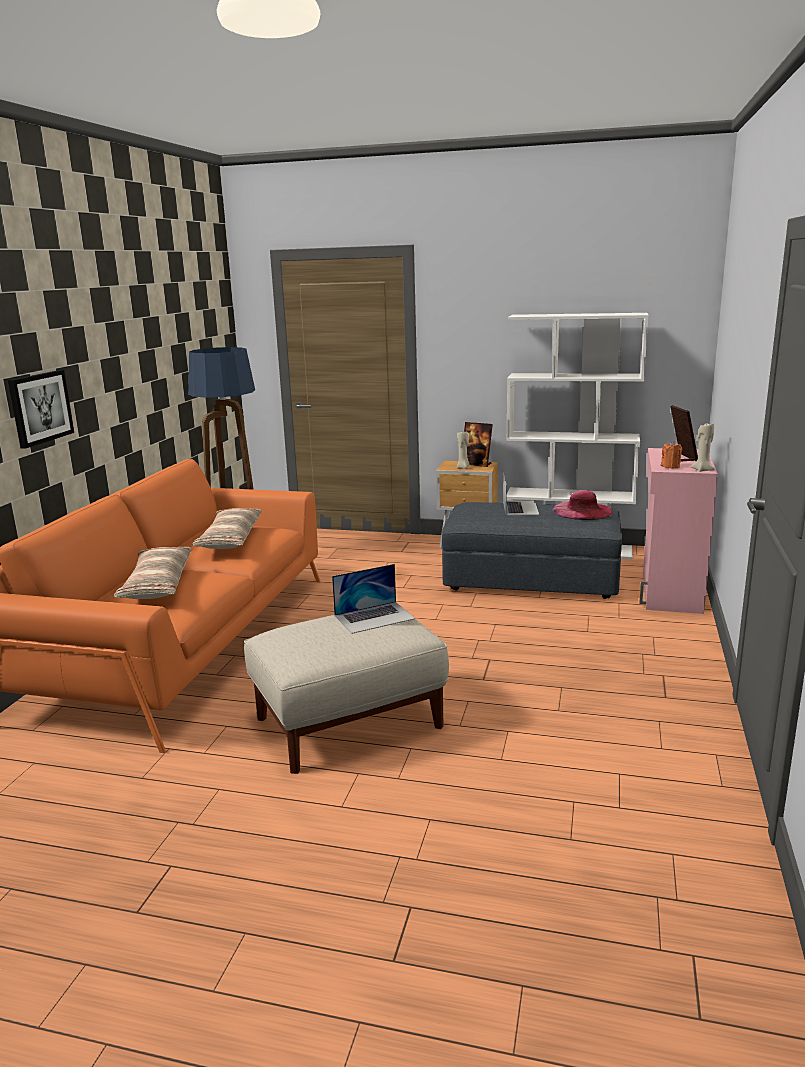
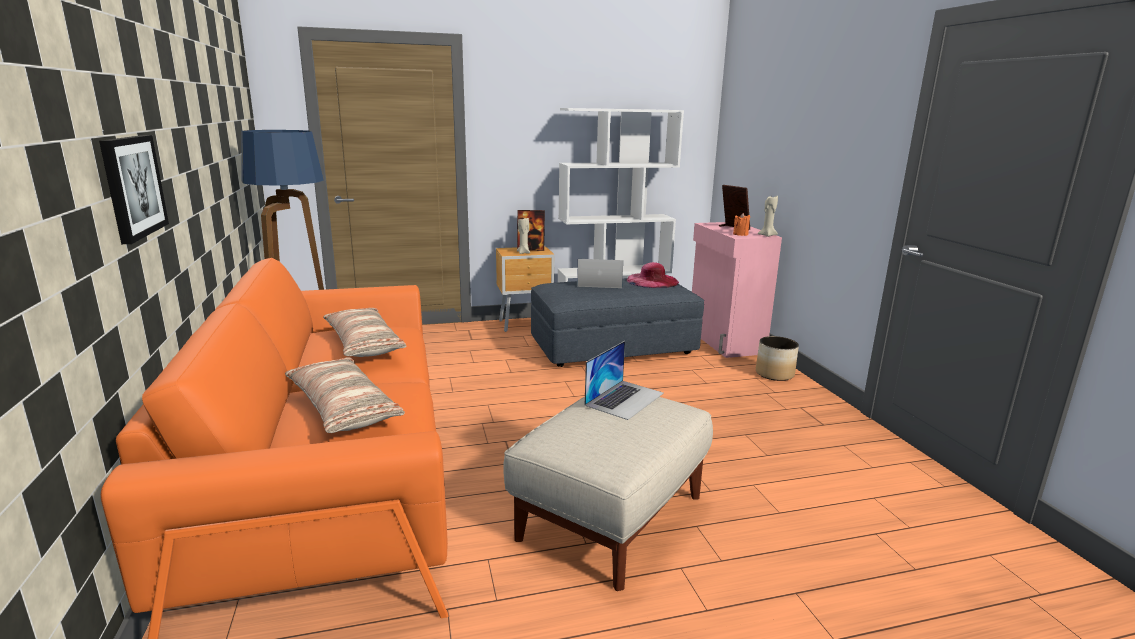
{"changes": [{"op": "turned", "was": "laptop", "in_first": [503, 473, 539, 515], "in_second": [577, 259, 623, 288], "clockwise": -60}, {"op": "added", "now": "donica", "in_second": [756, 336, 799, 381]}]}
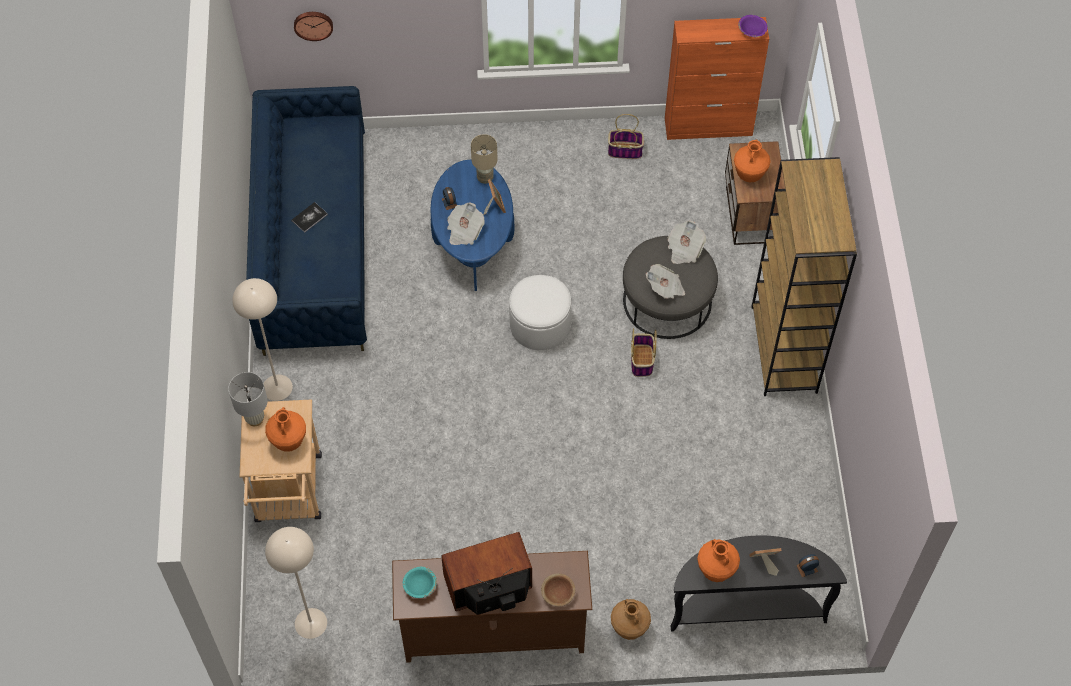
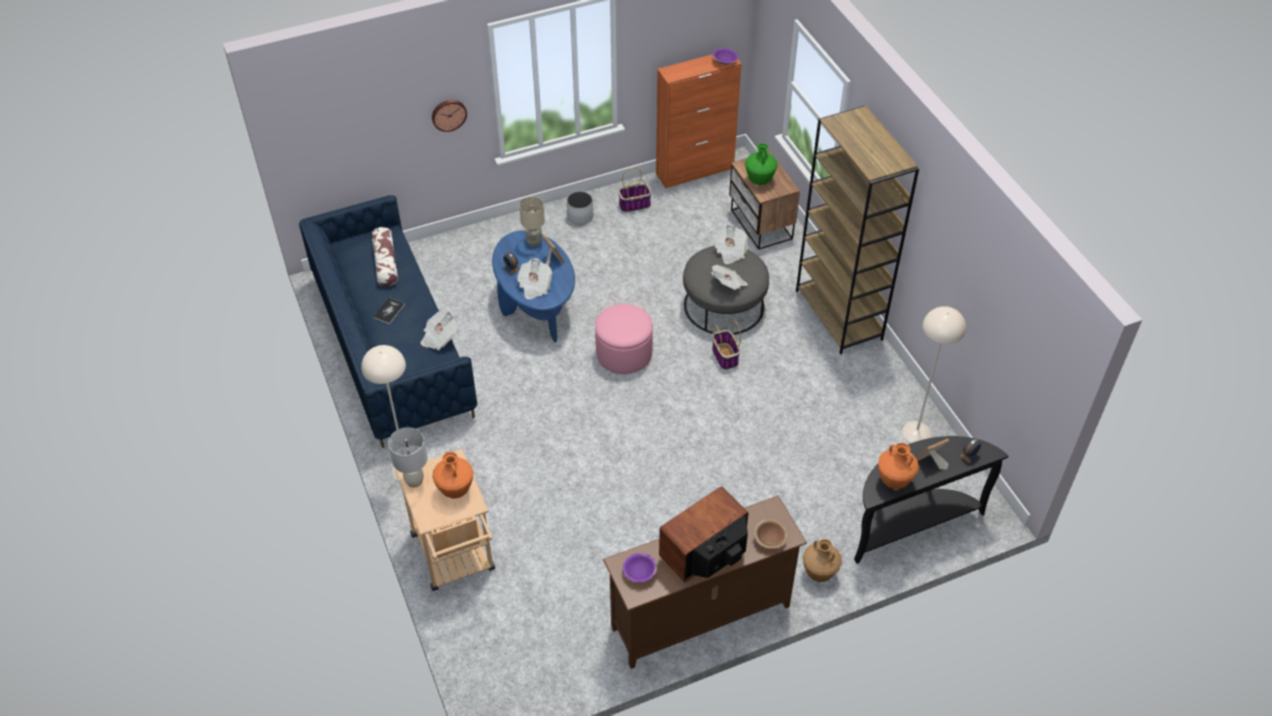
{"changes": [{"op": "added", "now": "poduszka", "in_second": [372, 227, 398, 286]}, {"op": "added", "now": "gazeta", "in_second": [421, 311, 457, 350]}, {"op": "moved", "was": "zegar ścienny", "in_first": [294, 12, 333, 41], "in_second": [432, 100, 467, 132]}, {"op": "added", "now": "donica [biały]", "in_second": [567, 191, 593, 225]}, {"op": "recoloured", "was": "pufa [biały]", "now": "pufa [różowy]", "in_first": [509, 275, 571, 350], "in_second": [595, 304, 653, 374]}, {"op": "recoloured", "was": "miska [turkusowy]", "now": "miska [fioletowy]", "in_first": [403, 567, 437, 598], "in_second": [623, 553, 657, 582]}, {"op": "recoloured", "was": "wazon [pomarańczowy]", "now": "wazon [zielony]", "in_first": [734, 140, 771, 183], "in_second": [745, 143, 778, 185]}, {"op": "moved", "was": "lampa stojąca [beżowy]", "in_first": [265, 527, 327, 639], "in_second": [902, 306, 966, 443]}]}
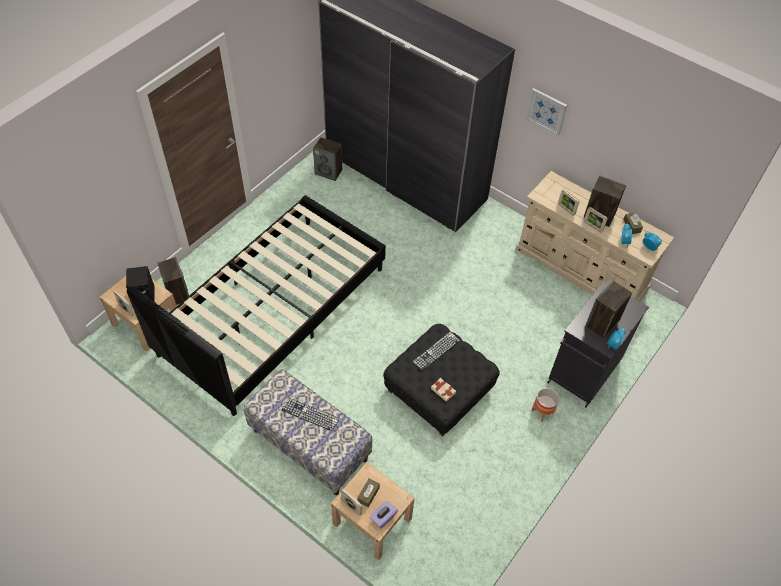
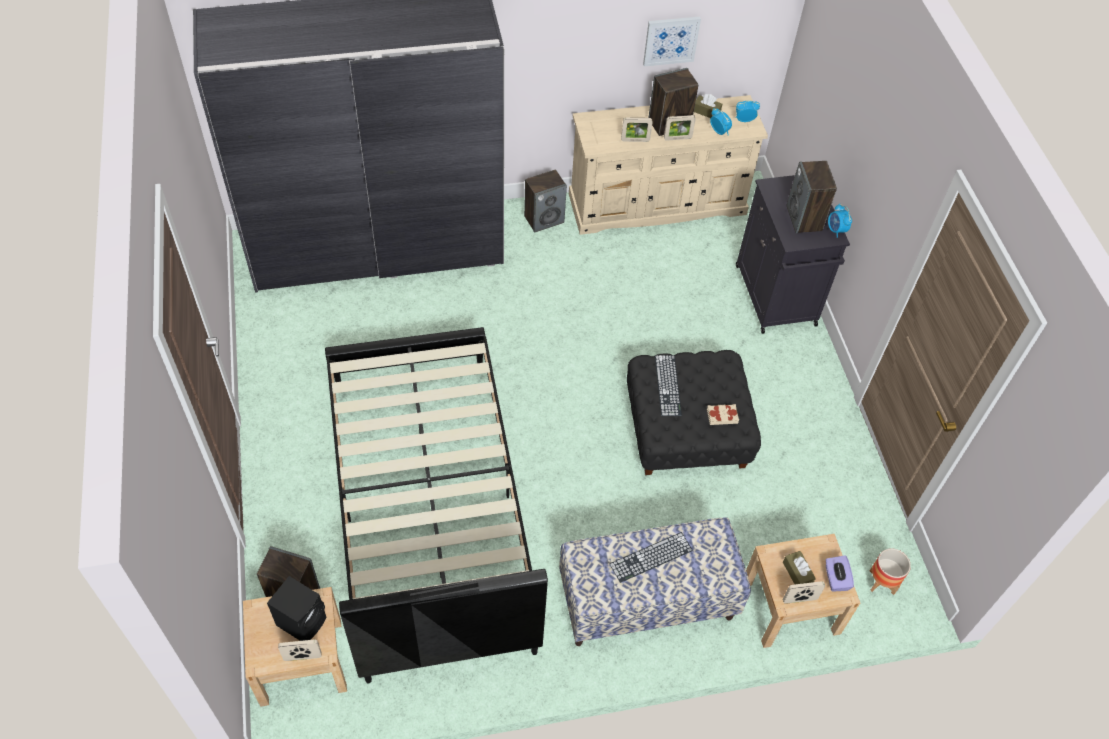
{"changes": [{"op": "moved", "was": "głośnik", "in_first": [313, 137, 342, 181], "in_second": [524, 169, 567, 233]}, {"op": "moved", "was": "obraz", "in_first": [526, 88, 567, 136], "in_second": [643, 17, 701, 67]}, {"op": "moved", "was": "donica", "in_first": [532, 388, 559, 422], "in_second": [870, 548, 911, 595]}]}
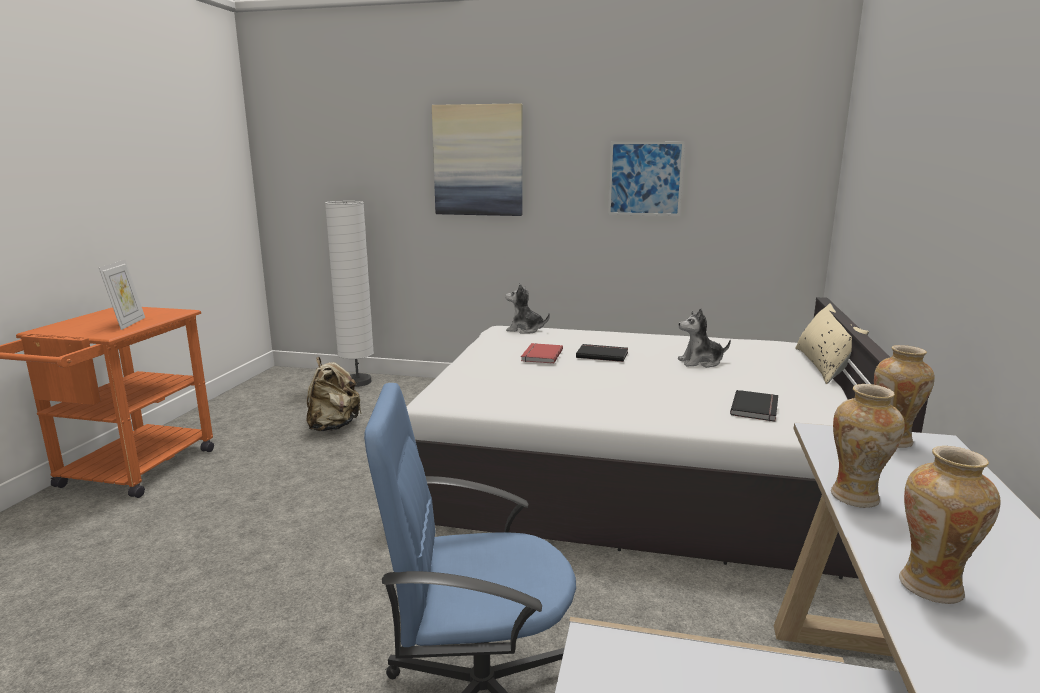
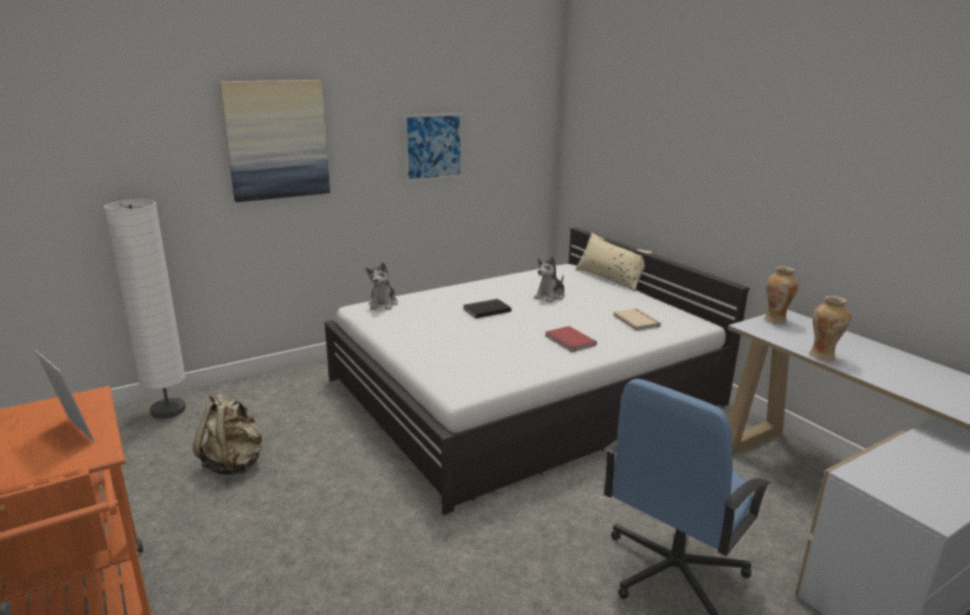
{"changes": [{"op": "turned", "was": "pluszak", "in_first": [506, 283, 550, 334], "in_second": [366, 262, 398, 310], "clockwise": -60}, {"op": "moved", "was": "książka [czerwony]", "in_first": [521, 343, 563, 364], "in_second": [545, 326, 597, 352]}, {"op": "recoloured", "was": "książka [czarny]", "now": "książka [beżowy]", "in_first": [730, 390, 778, 422], "in_second": [613, 308, 661, 331]}, {"op": "removed", "was": "wazon", "in_first": [899, 446, 1000, 604]}]}
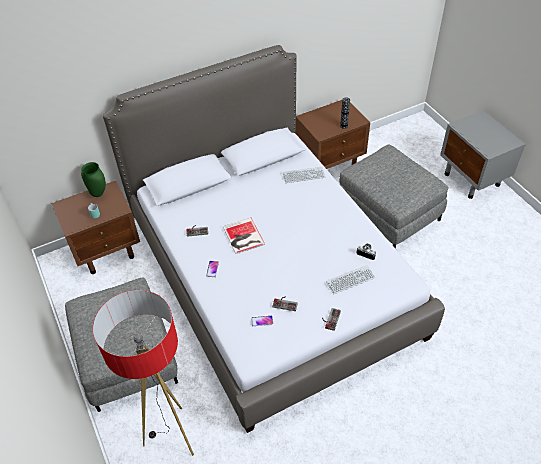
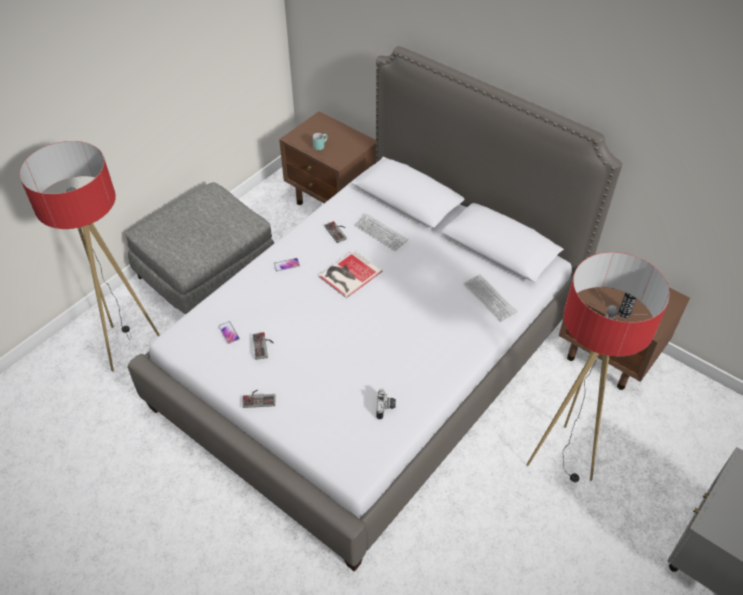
{"changes": [{"op": "moved", "was": "klawiatura", "in_first": [326, 265, 375, 294], "in_second": [354, 214, 408, 251]}, {"op": "replaced", "was": "pufa [szary]", "now": "lampa stojąca", "in_first": [339, 144, 449, 249], "in_second": [526, 252, 670, 482]}, {"op": "removed", "was": "wazon [zielony]", "in_first": [81, 162, 106, 197]}]}
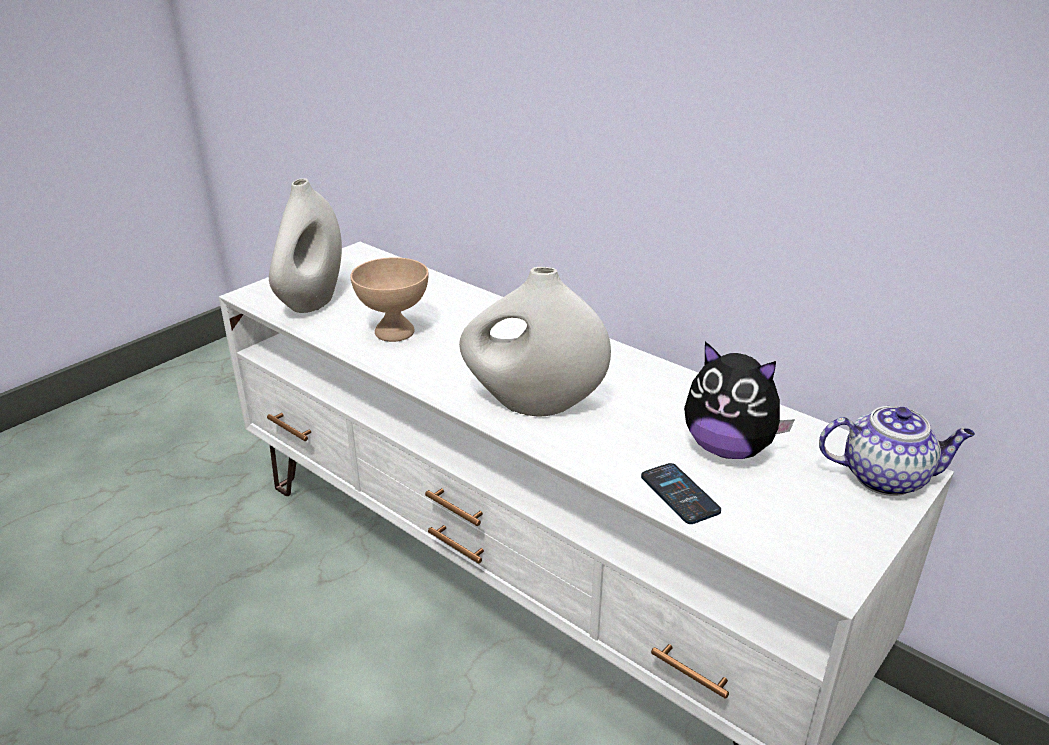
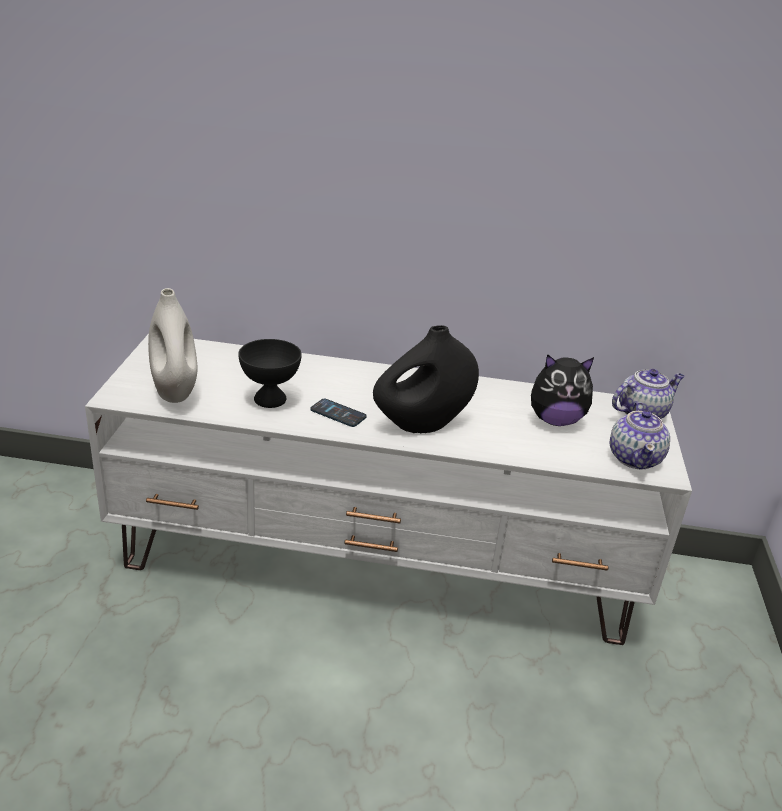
{"changes": [{"op": "recoloured", "was": "miska [beżowy]", "now": "miska [czarny]", "in_first": [350, 257, 429, 342], "in_second": [238, 339, 302, 408]}, {"op": "moved", "was": "telefon", "in_first": [641, 463, 721, 524], "in_second": [310, 399, 367, 427]}, {"op": "recoloured", "was": "wazon [biały]", "now": "wazon [czarny]", "in_first": [459, 267, 611, 417], "in_second": [373, 325, 479, 434]}, {"op": "added", "now": "imbryk", "in_second": [610, 402, 670, 469]}]}
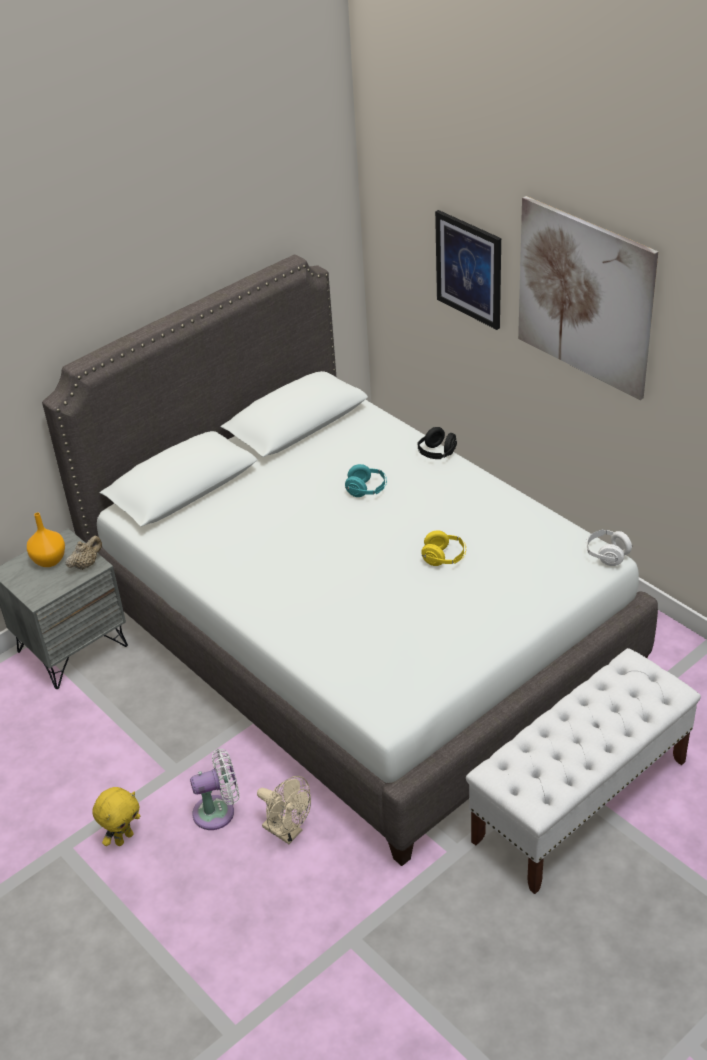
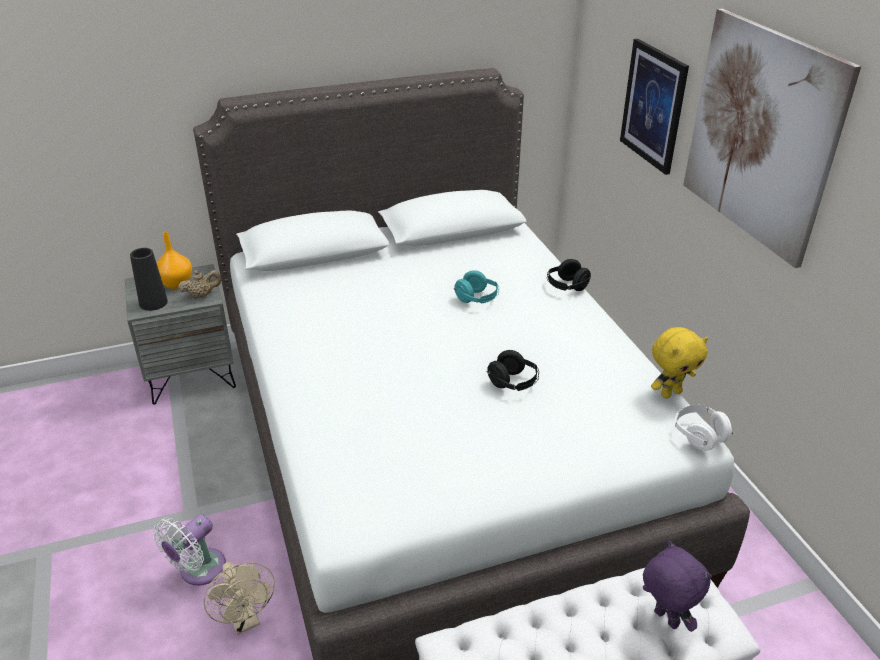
{"changes": [{"op": "added", "now": "wazon [czarny]", "in_second": [130, 248, 168, 311]}, {"op": "turned", "was": "wentylator [biały]", "in_first": [190, 749, 240, 830], "in_second": [153, 514, 226, 586], "clockwise": 120}, {"op": "recoloured", "was": "słuchawki [żółty]", "now": "słuchawki [czarny]", "in_first": [421, 531, 466, 566], "in_second": [486, 350, 539, 391]}, {"op": "added", "now": "pluszak [fioletowy]", "in_second": [643, 540, 712, 632]}, {"op": "moved", "was": "pluszak [żółty]", "in_first": [92, 787, 140, 846], "in_second": [651, 327, 708, 398]}]}
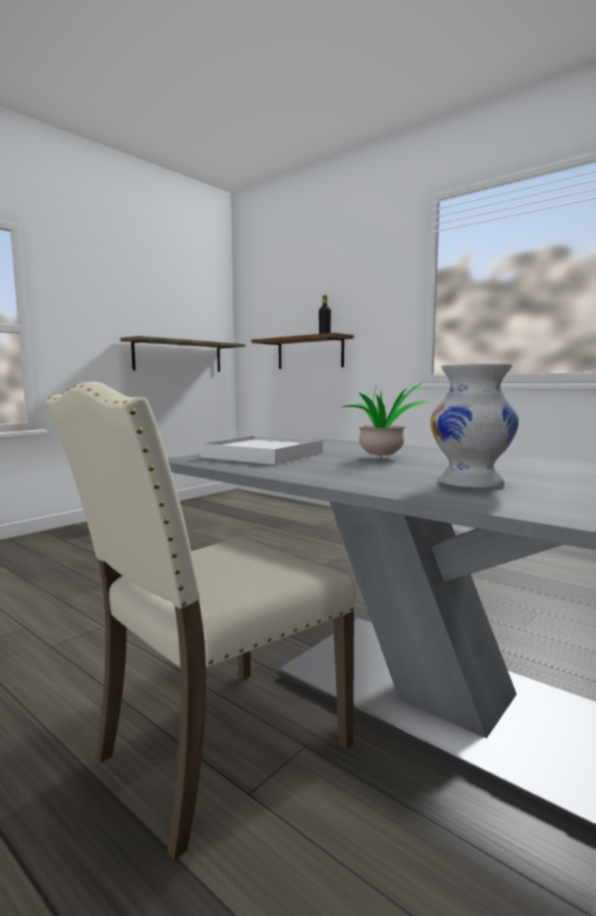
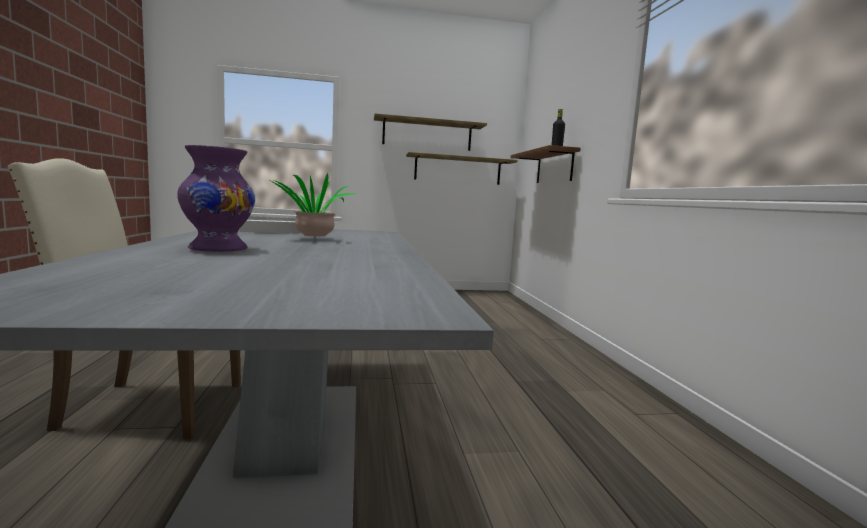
{"changes": [{"op": "recoloured", "was": "wazon [biały]", "now": "wazon [fioletowy]", "in_first": [431, 364, 519, 488], "in_second": [177, 145, 255, 252]}, {"op": "added", "now": "półka", "in_second": [374, 113, 487, 151]}]}
